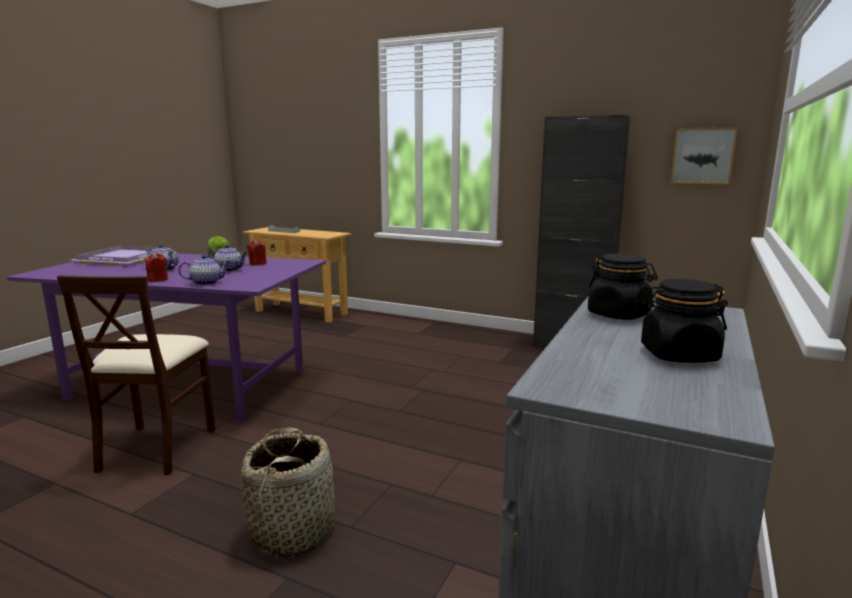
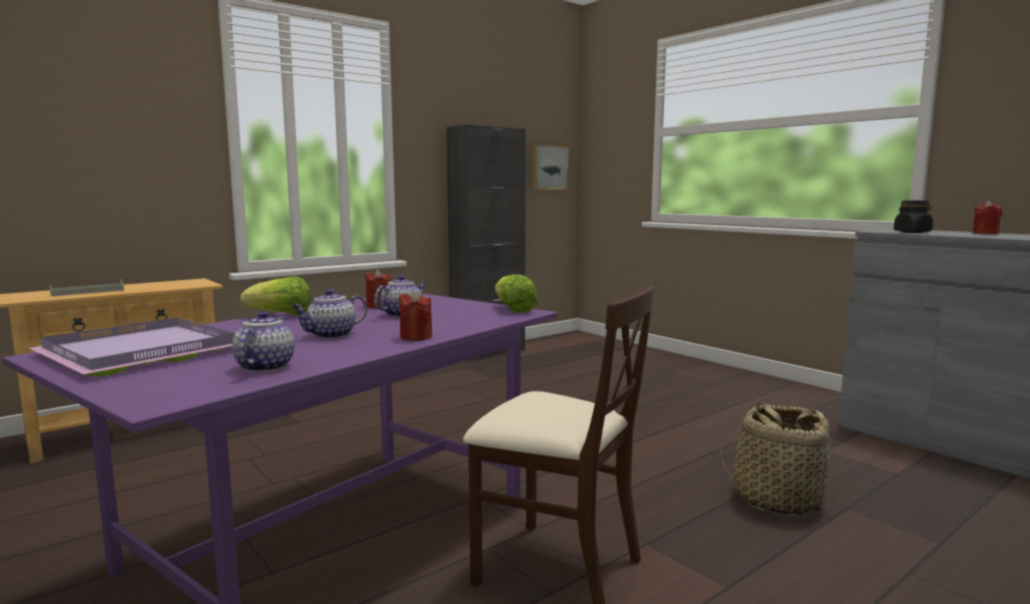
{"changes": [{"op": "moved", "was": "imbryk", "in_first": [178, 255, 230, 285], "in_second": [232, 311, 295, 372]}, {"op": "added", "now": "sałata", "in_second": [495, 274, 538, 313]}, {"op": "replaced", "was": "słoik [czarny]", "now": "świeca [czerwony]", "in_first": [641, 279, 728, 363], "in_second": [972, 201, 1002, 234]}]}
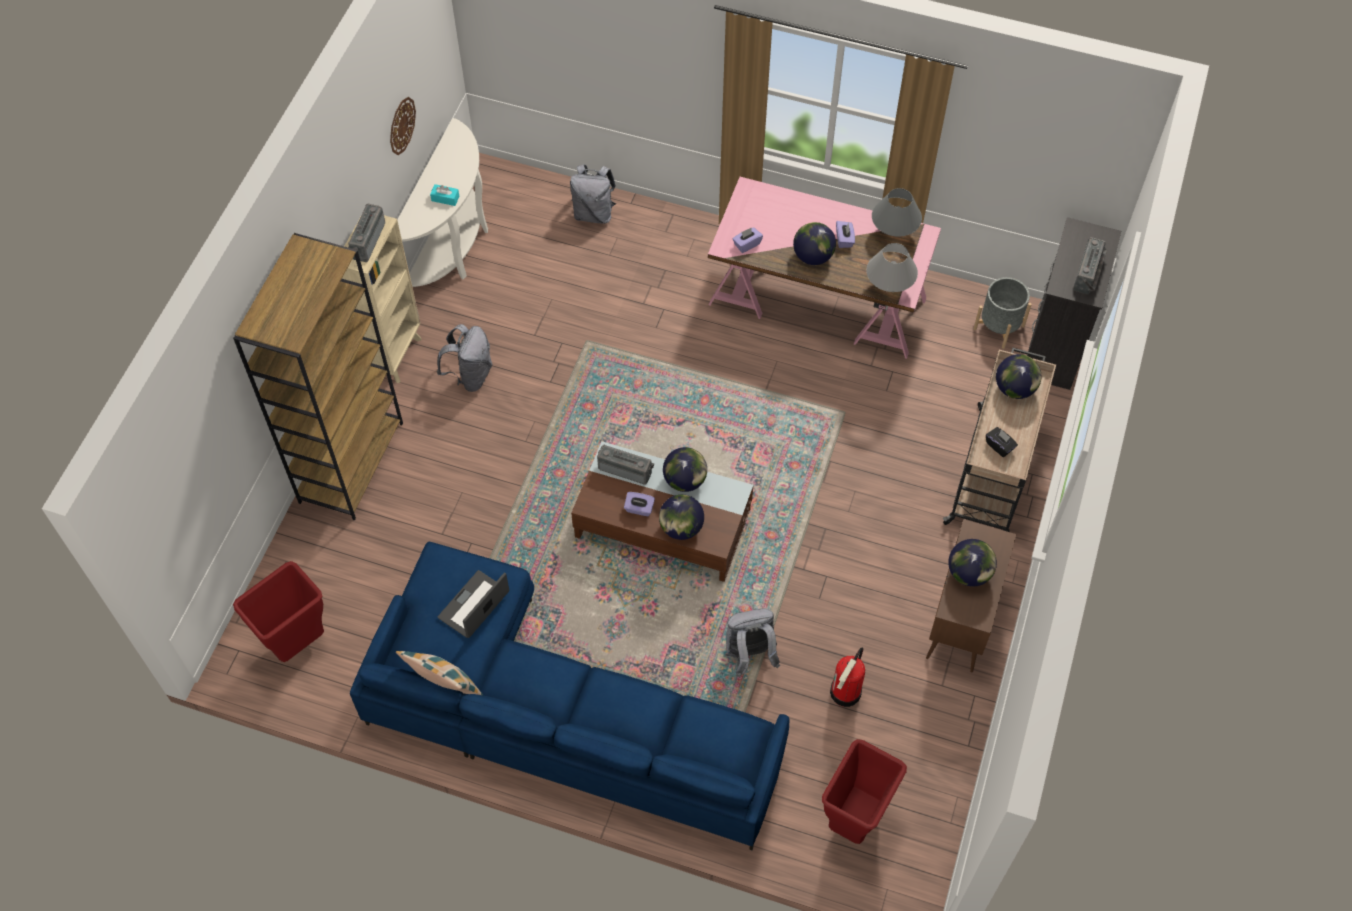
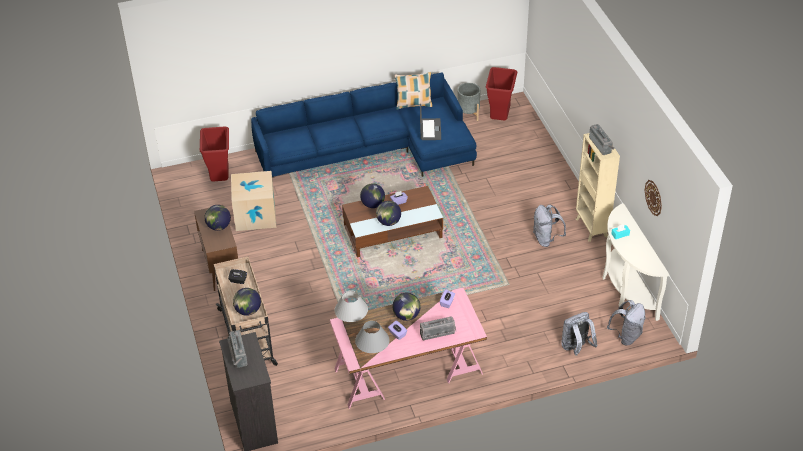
{"changes": [{"op": "replaced", "was": "gaśnica", "now": "karton", "in_first": [830, 648, 865, 707], "in_second": [231, 171, 276, 231]}, {"op": "moved", "was": "radio", "in_first": [597, 445, 654, 485], "in_second": [420, 316, 456, 341]}, {"op": "moved", "was": "donica [szary]", "in_first": [974, 277, 1032, 349], "in_second": [457, 83, 480, 121]}, {"op": "moved", "was": "plecak [szary]", "in_first": [725, 608, 780, 677], "in_second": [607, 300, 646, 346]}, {"op": "removed", "was": "regał [brązowy]", "in_first": [233, 233, 403, 521]}]}
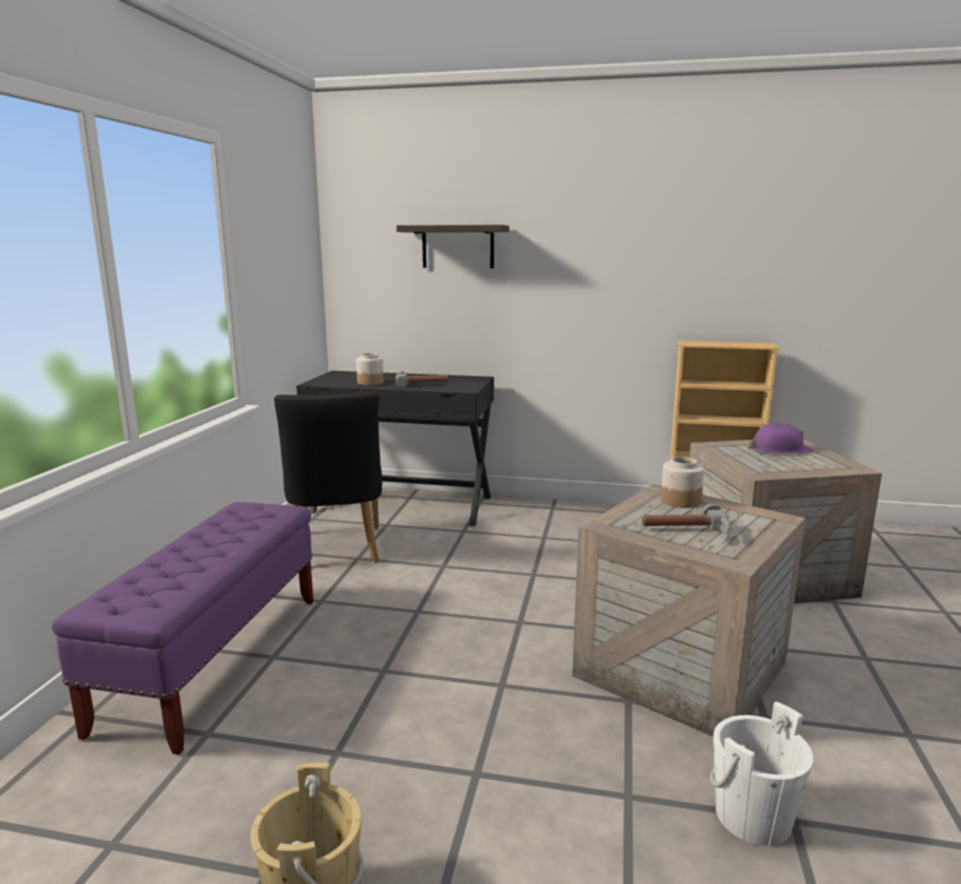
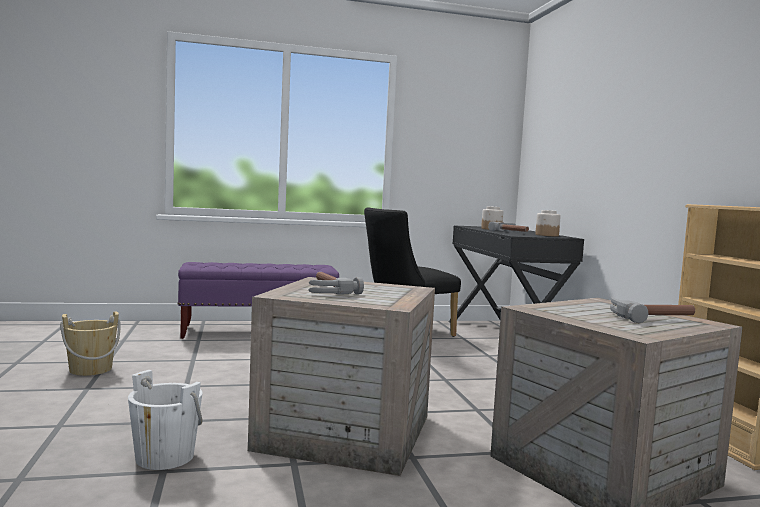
{"changes": [{"op": "moved", "was": "słoik", "in_first": [661, 457, 704, 508], "in_second": [535, 210, 561, 236]}, {"op": "replaced", "was": "kask [fioletowy]", "now": "młotek", "in_first": [749, 423, 814, 454], "in_second": [610, 297, 695, 323]}, {"op": "removed", "was": "półka", "in_first": [396, 225, 509, 268]}]}
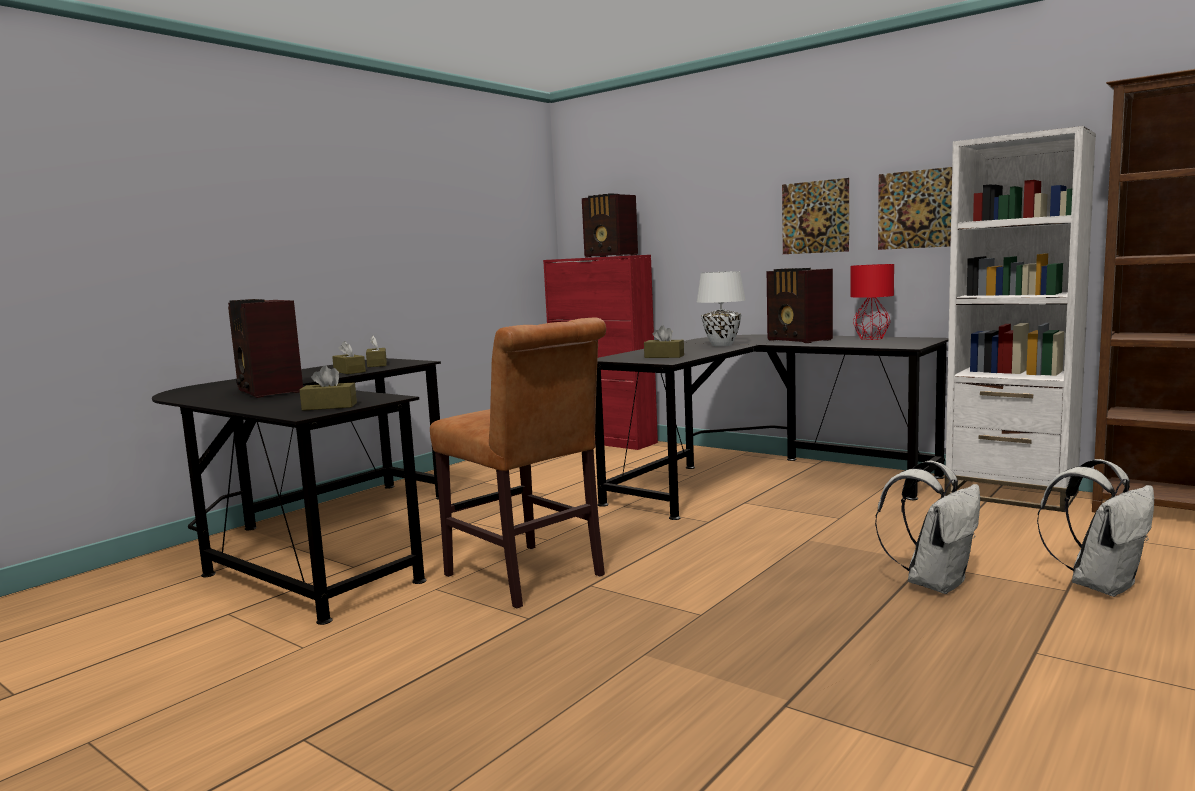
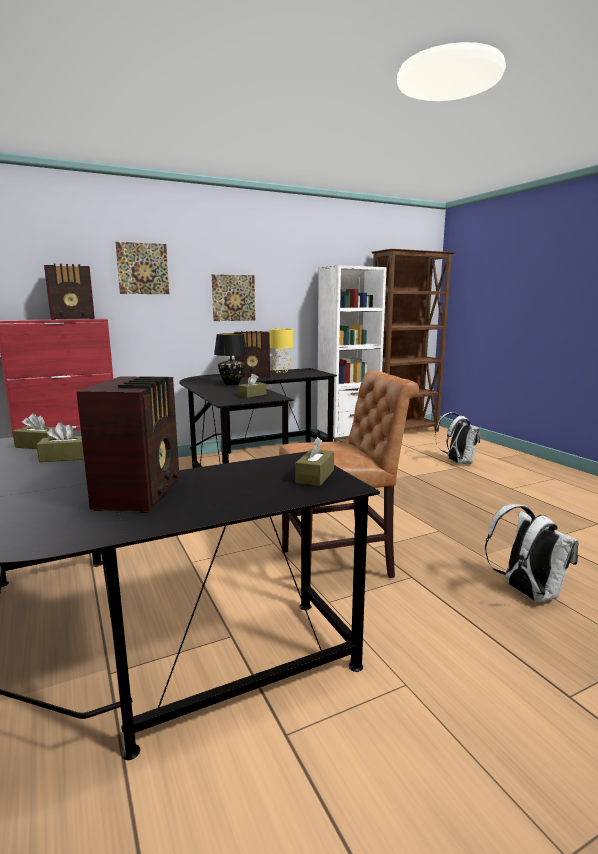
{"changes": [{"op": "turned", "was": "radio", "in_first": [228, 299, 303, 398], "in_second": [76, 376, 180, 513], "clockwise": -75}, {"op": "moved", "was": "obraz", "in_first": [878, 167, 952, 250], "in_second": [115, 242, 169, 294]}, {"op": "recoloured", "was": "lampa stołowa [biały]", "now": "lampa stołowa [czarny]", "in_first": [697, 271, 745, 346], "in_second": [214, 333, 247, 385]}, {"op": "recoloured", "was": "lampa stołowa [czerwony]", "now": "lampa stołowa [żółty]", "in_first": [850, 264, 894, 340], "in_second": [269, 329, 293, 373]}, {"op": "moved", "was": "plecak [biały]", "in_first": [875, 460, 980, 594], "in_second": [485, 504, 579, 602]}]}
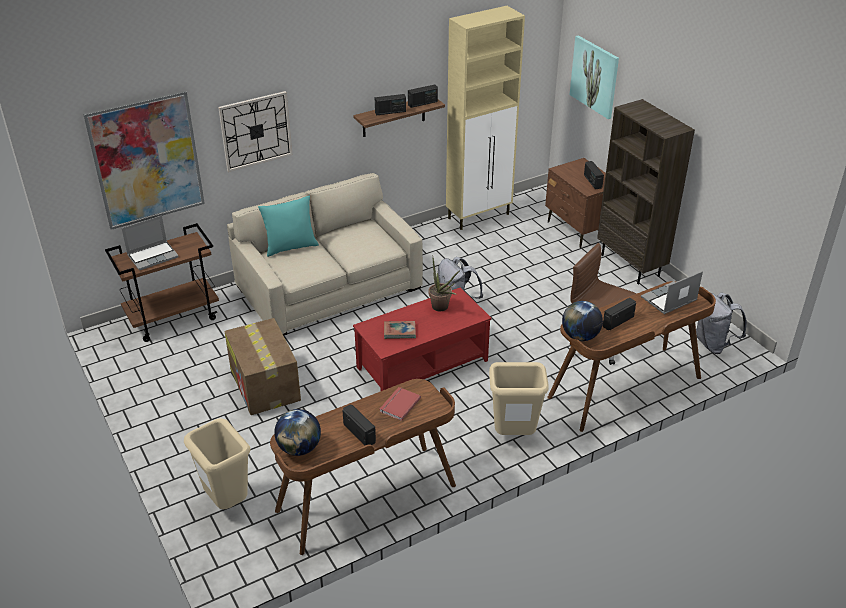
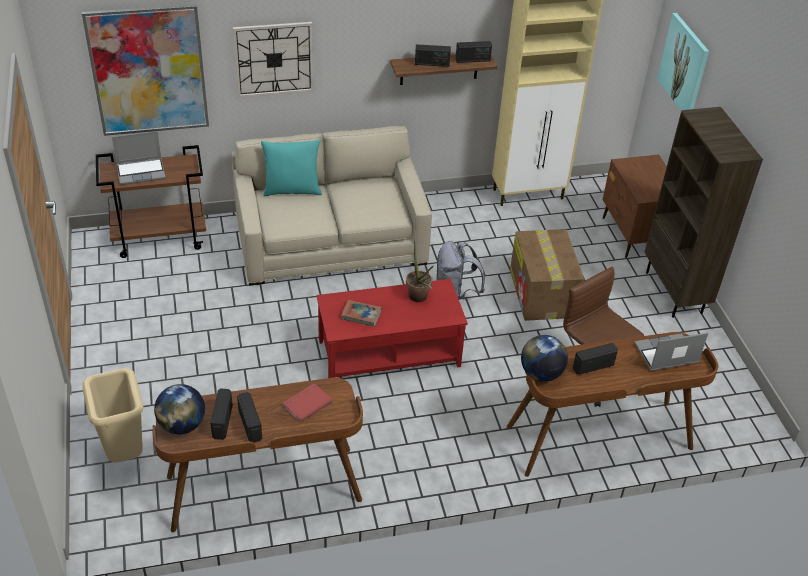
{"changes": [{"op": "moved", "was": "radio", "in_first": [584, 161, 604, 189], "in_second": [211, 389, 233, 440]}, {"op": "moved", "was": "karton", "in_first": [225, 318, 301, 415], "in_second": [510, 229, 584, 321]}, {"op": "removed", "was": "kosz na śmieci [beżowy]", "in_first": [489, 362, 549, 435]}, {"op": "removed", "was": "plecak [szary]", "in_first": [696, 292, 747, 354]}]}
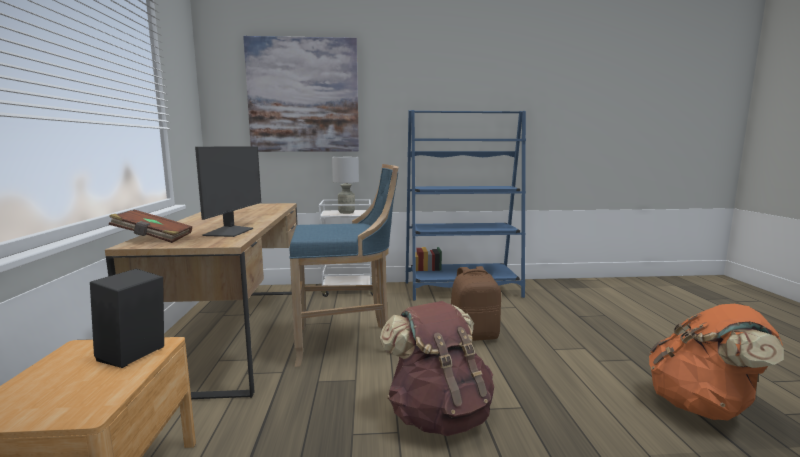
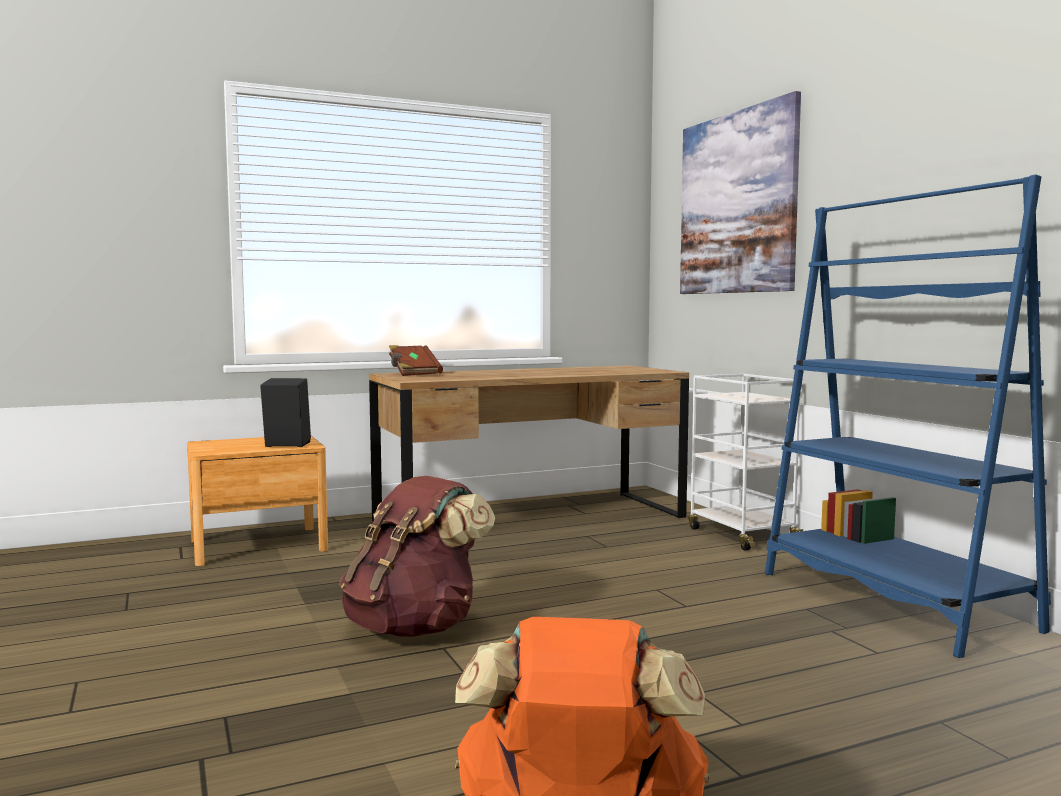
{"changes": [{"op": "removed", "was": "monitor", "in_first": [195, 146, 261, 237]}, {"op": "removed", "was": "stołek [niebieski]", "in_first": [290, 164, 399, 367]}, {"op": "removed", "was": "lampa stołowa [szary]", "in_first": [332, 157, 359, 214]}, {"op": "removed", "was": "plecak [brązowy]", "in_first": [451, 266, 501, 341]}]}
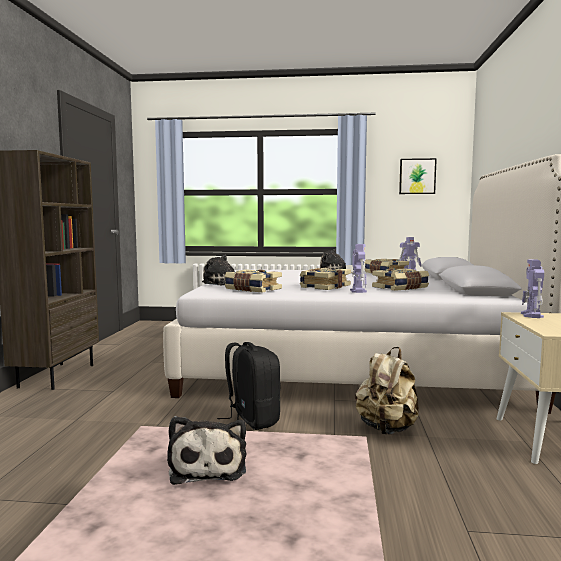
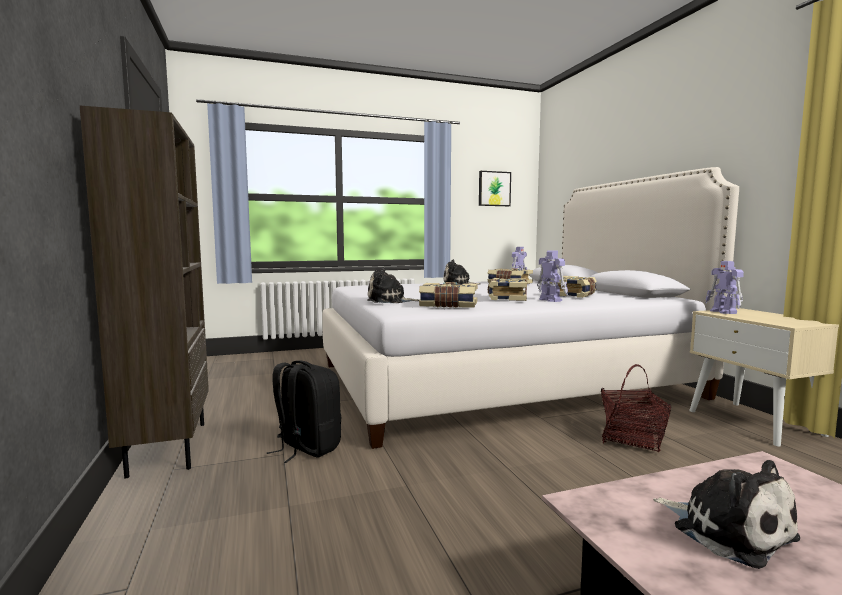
{"changes": [{"op": "moved", "was": "plecak [czarny]", "in_first": [217, 342, 281, 430], "in_second": [267, 360, 341, 463]}, {"op": "replaced", "was": "plecak [beżowy]", "now": "koszyk", "in_first": [355, 347, 419, 434], "in_second": [601, 364, 671, 453]}]}
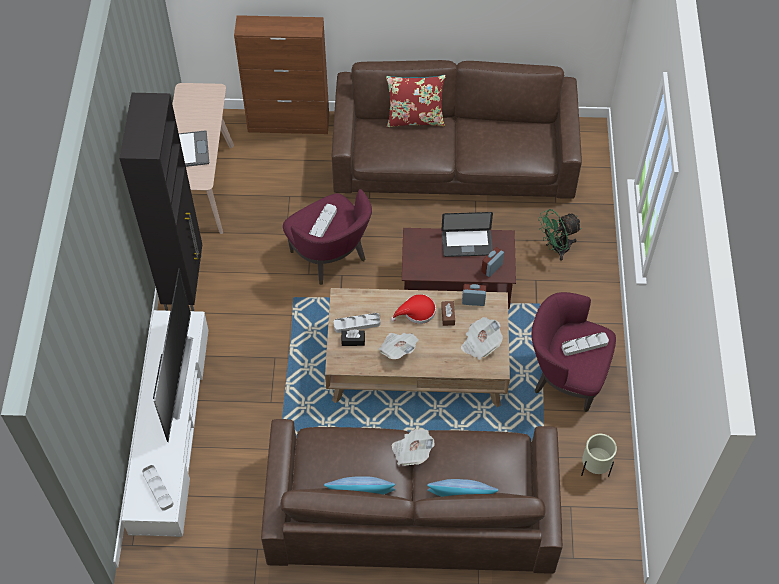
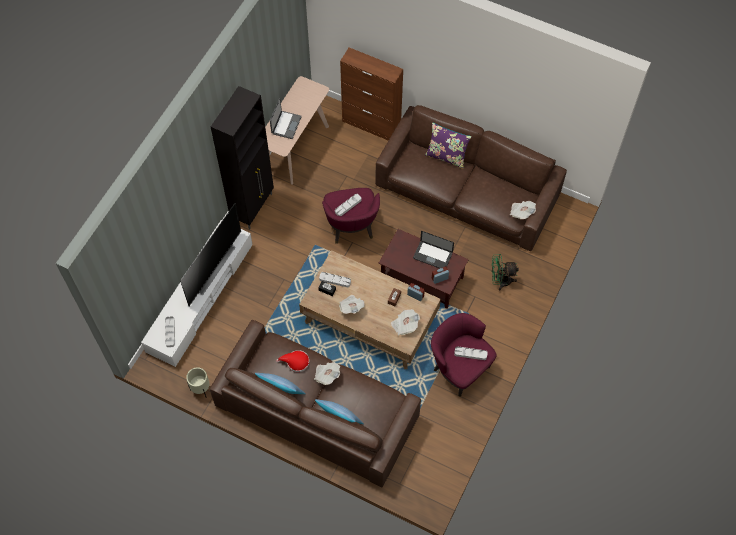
{"changes": [{"op": "moved", "was": "donica [beżowy]", "in_first": [581, 434, 617, 477], "in_second": [186, 367, 210, 398]}, {"op": "moved", "was": "kapelusz [czerwony]", "in_first": [391, 294, 436, 324], "in_second": [276, 350, 309, 372]}, {"op": "recoloured", "was": "poduszka [czerwony]", "now": "poduszka [fioletowy]", "in_first": [386, 75, 446, 127], "in_second": [425, 123, 472, 169]}, {"op": "added", "now": "gazeta", "in_second": [510, 201, 536, 219]}]}
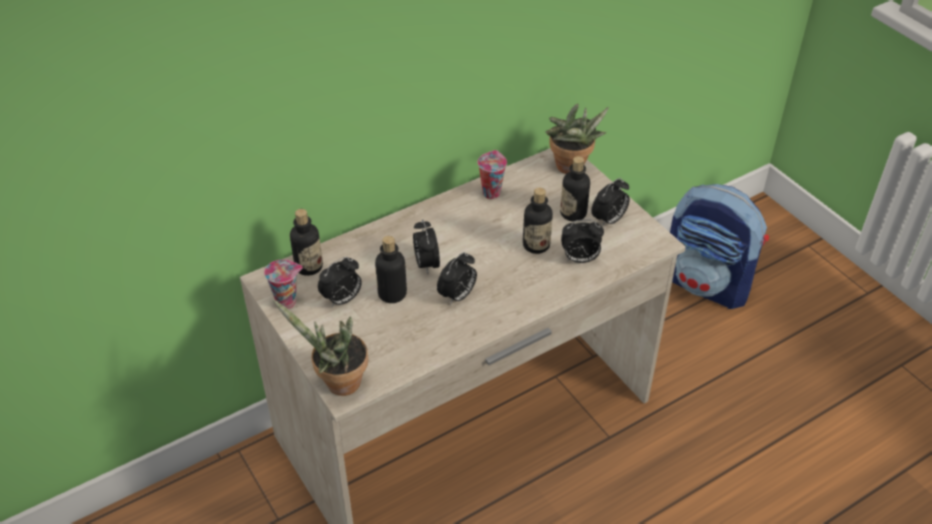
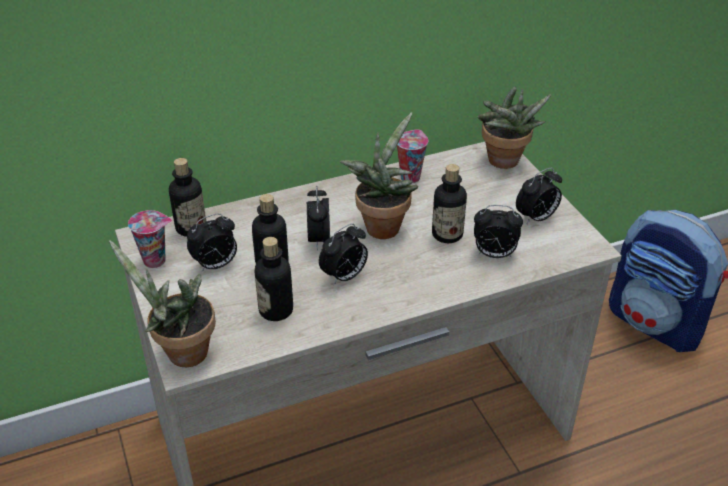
{"changes": [{"op": "moved", "was": "butelka", "in_first": [560, 156, 590, 222], "in_second": [255, 237, 293, 321]}, {"op": "added", "now": "roślina doniczkowa", "in_second": [339, 112, 418, 239]}]}
